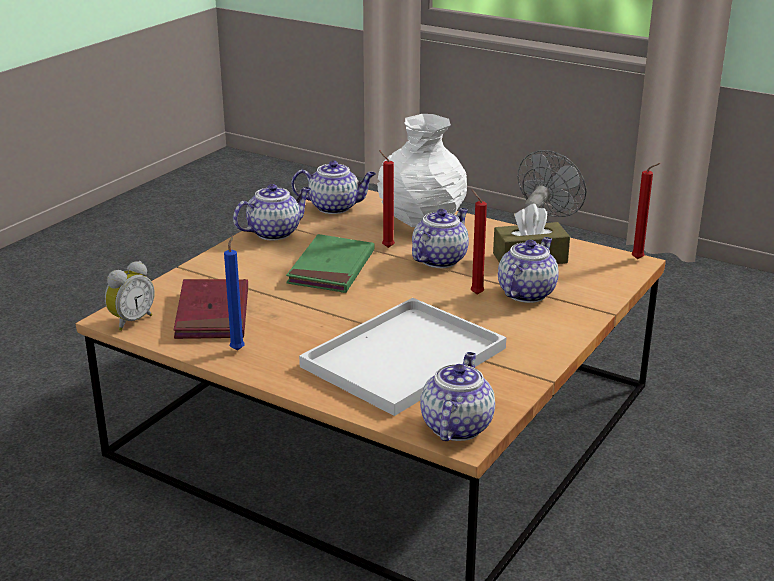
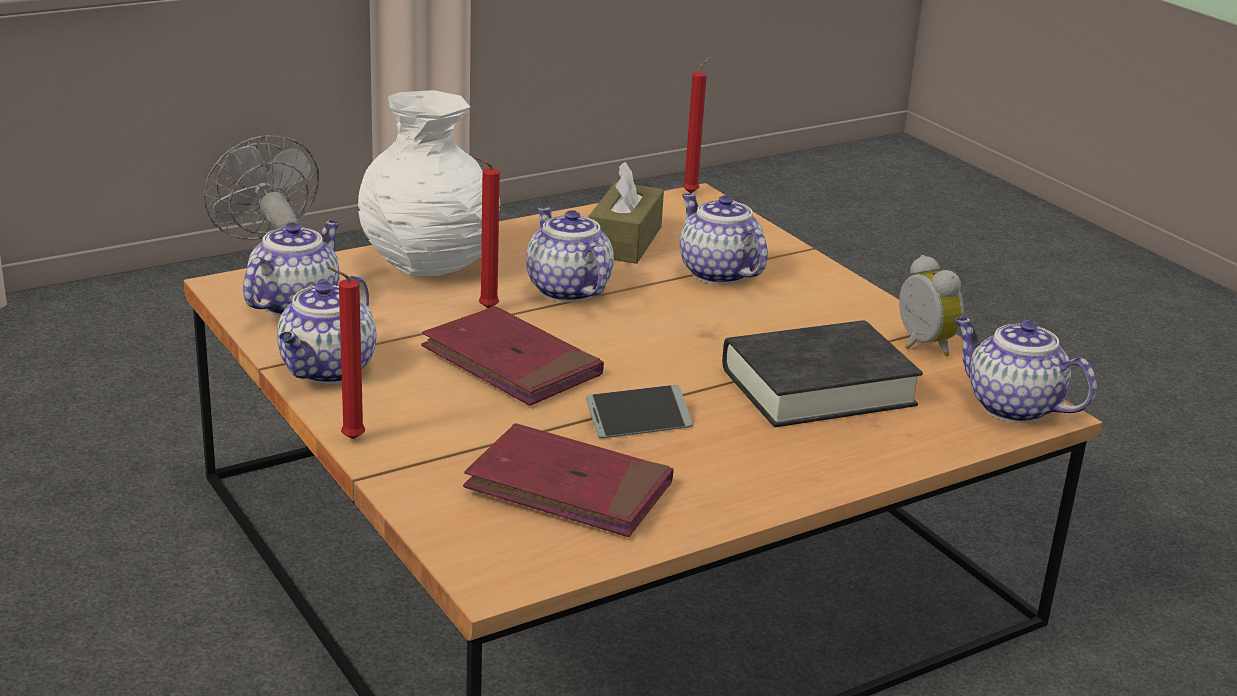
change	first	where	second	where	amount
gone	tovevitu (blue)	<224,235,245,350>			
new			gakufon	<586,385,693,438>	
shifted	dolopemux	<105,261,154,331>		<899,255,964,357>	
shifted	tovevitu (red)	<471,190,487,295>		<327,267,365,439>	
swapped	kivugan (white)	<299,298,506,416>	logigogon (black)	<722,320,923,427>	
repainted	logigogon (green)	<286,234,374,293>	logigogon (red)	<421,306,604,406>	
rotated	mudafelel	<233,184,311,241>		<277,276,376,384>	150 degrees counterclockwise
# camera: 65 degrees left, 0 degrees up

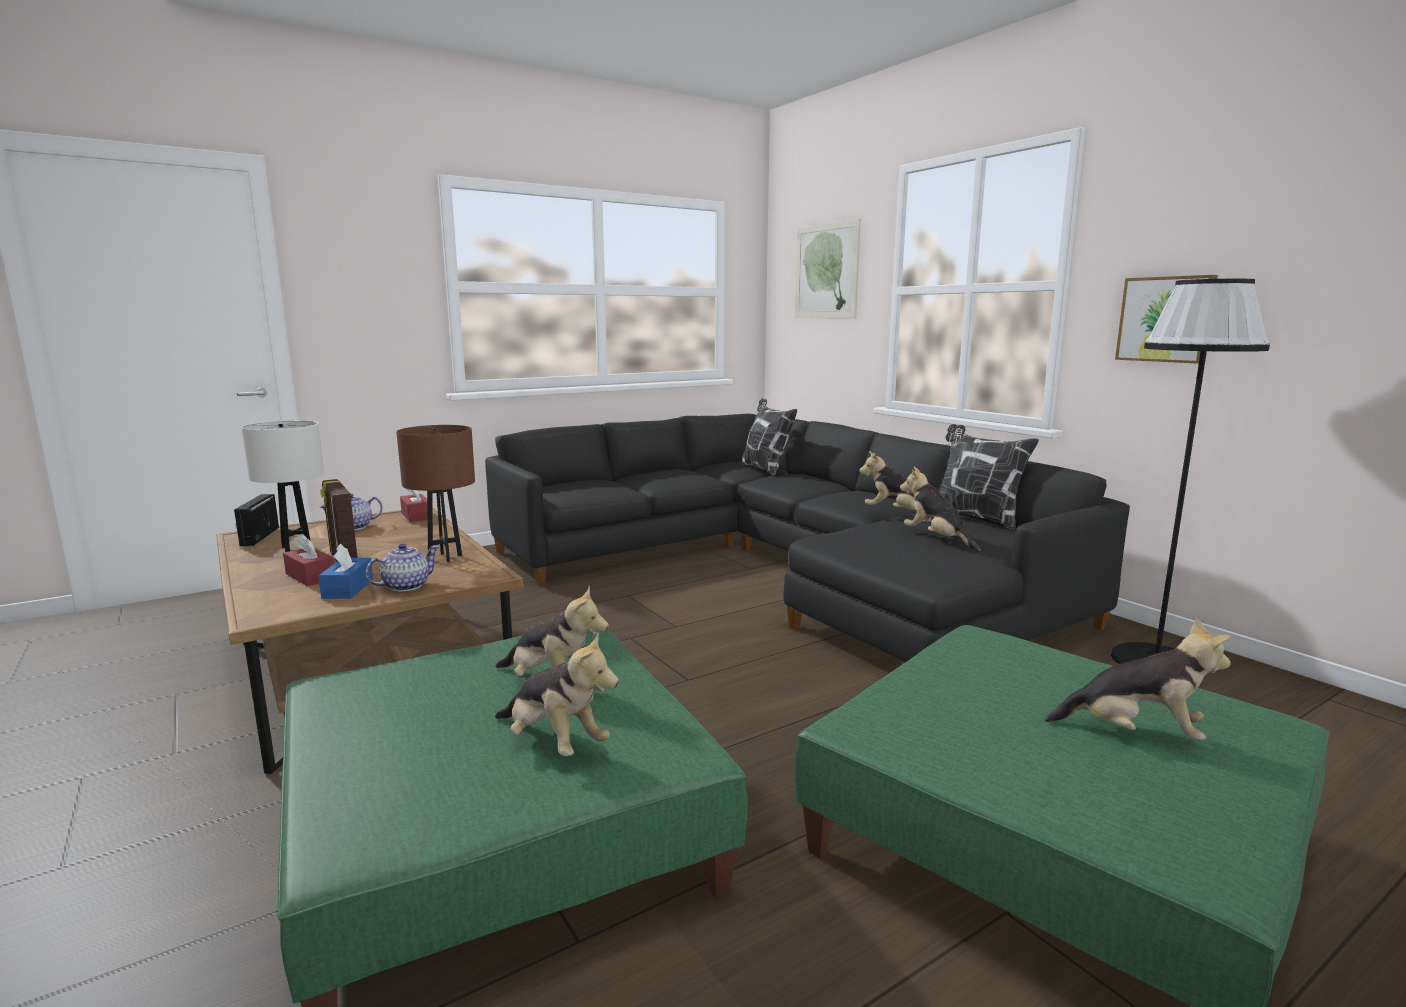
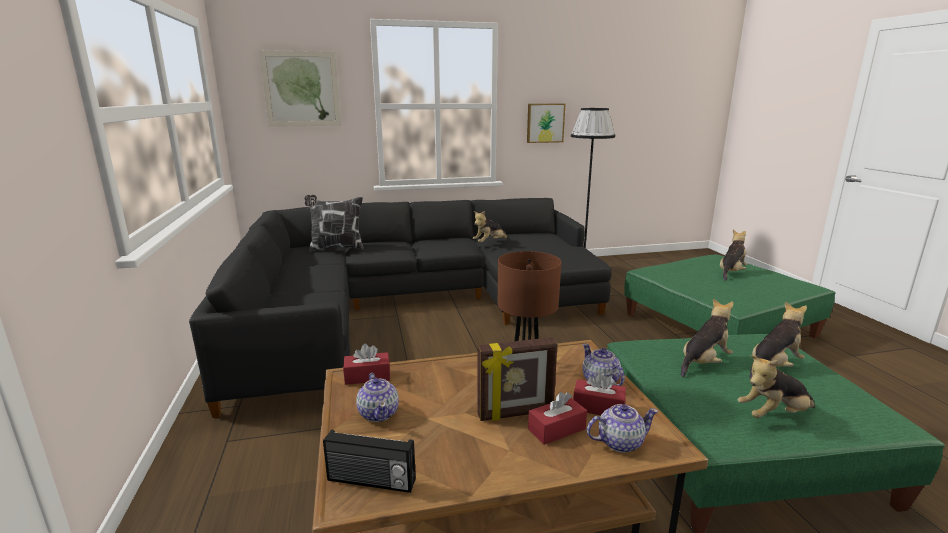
change	first	where	second	where	amount
gone	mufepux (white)	<241,420,324,552>			
gone	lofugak	<940,424,1039,530>			
new			mudafelel	<587,404,658,453>	
shifted	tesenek	<900,467,981,551>		<738,355,815,418>	
repainted	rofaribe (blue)	<318,544,373,599>	rofaribe (red)	<573,372,626,415>	
# camera: 70 degrees left, 5 degrees up

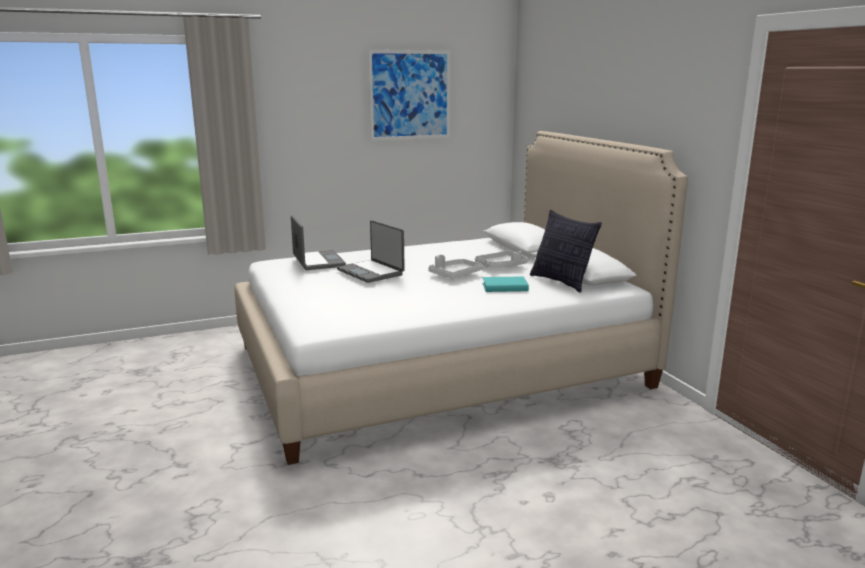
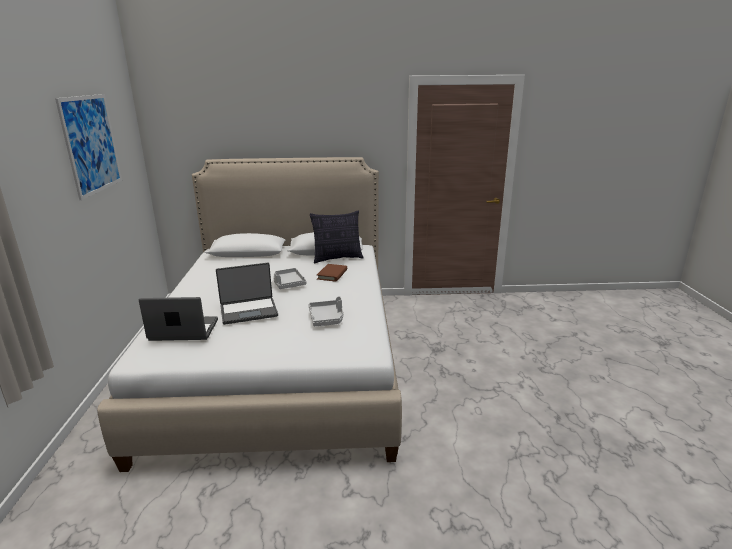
change	first	where	second	where	amount
shifted	kivugan (grey)	<475,251,528,268>		<308,296,343,326>	
repainted	logigogon (turquoise)	<482,276,529,292>	logigogon (brown)	<317,264,347,282>	
# camera: 70 degrees left, 5 degrees up

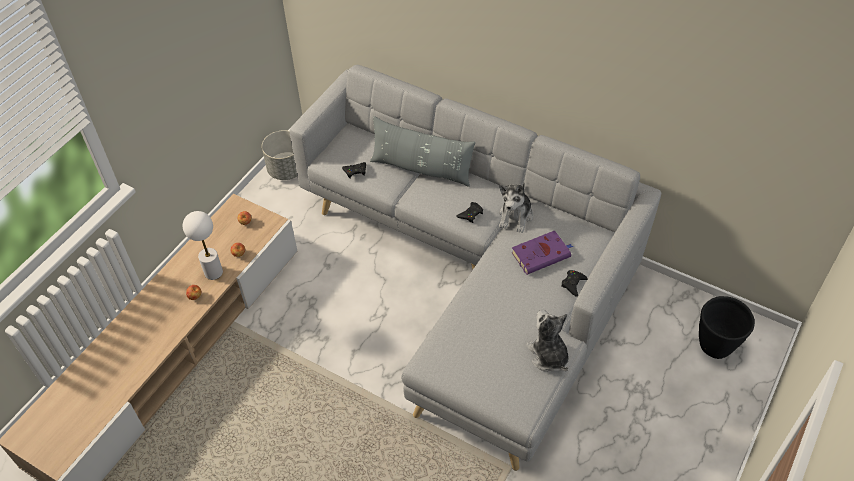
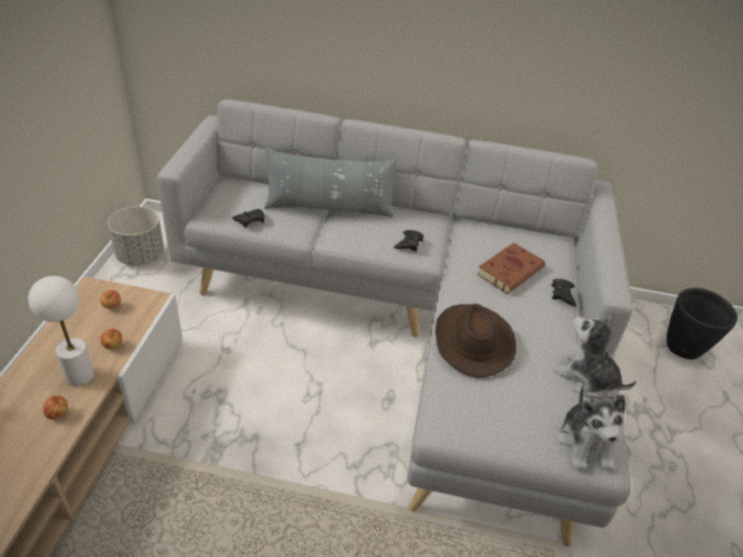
change	first	where	second	where	amount
new			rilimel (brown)	<435,304,516,378>	
shifted	tesenek	<499,183,533,233>		<558,385,625,471>	
repainted	logigogon (purple)	<511,230,573,275>	logigogon (brown)	<477,243,545,294>	
# camera: 25 degrees left, 10 degrees down

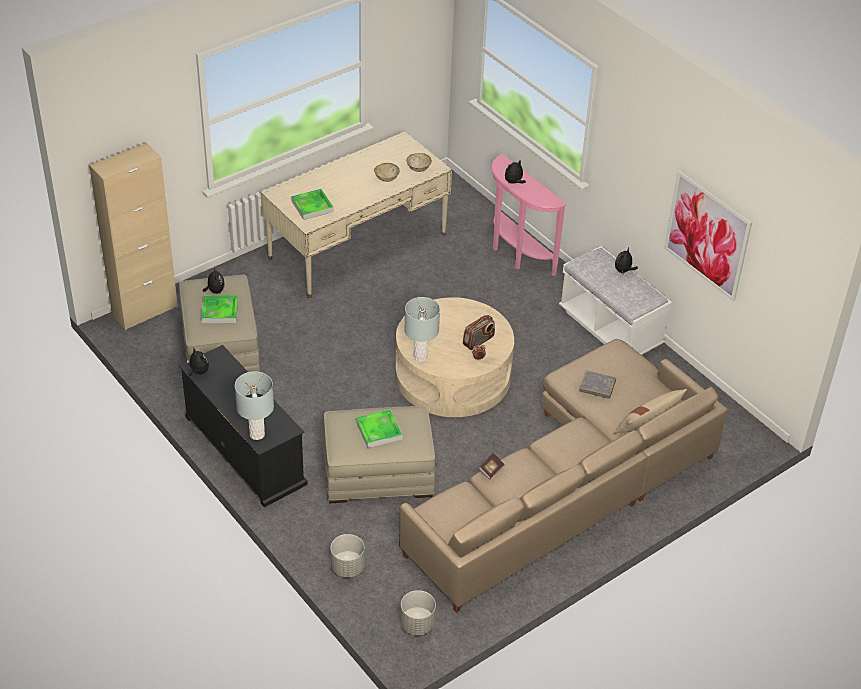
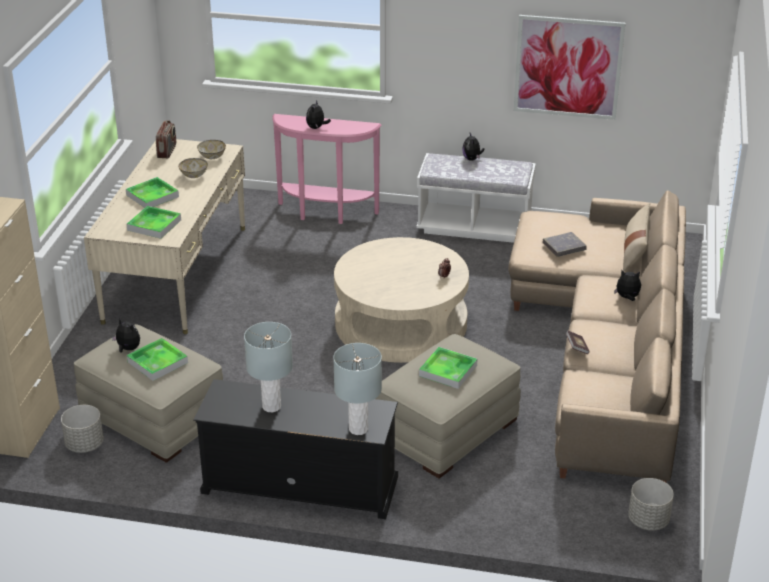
change	first	where	second	where	amount
new			kivugan	<126,177,179,208>	
shifted	tesenek	<187,348,209,376>		<614,270,641,301>	
shifted	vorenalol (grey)	<330,534,364,577>		<61,405,104,453>	
shifted	mufepux (grey)	<404,297,440,362>		<244,322,293,412>	
shifted	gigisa	<463,315,495,350>		<156,121,176,158>	
# camera: 40 degrees left, 10 degrees down

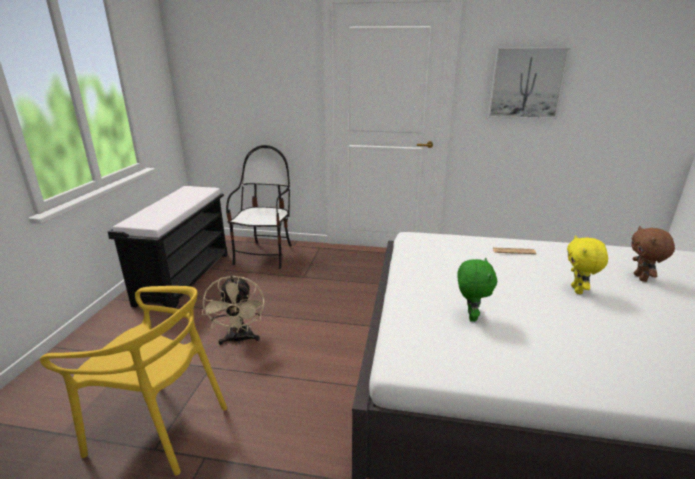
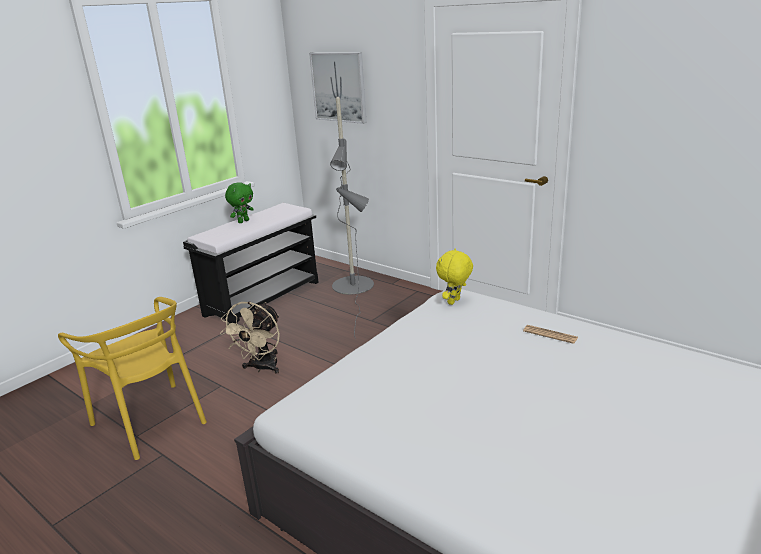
change	first	where	second	where	amount
gone	tesenek (brown)	<632,226,675,282>			
shifted	tesenek (green)	<457,258,497,322>		<225,182,254,223>	
shifted	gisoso	<488,48,570,120>		<309,53,366,124>	
shifted	tesenek (yellow)	<567,235,608,294>		<436,248,473,305>	
swapped	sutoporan	<226,145,292,269>	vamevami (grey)	<330,97,374,339>	
# camera: 30 degrees right, 0 degrees up

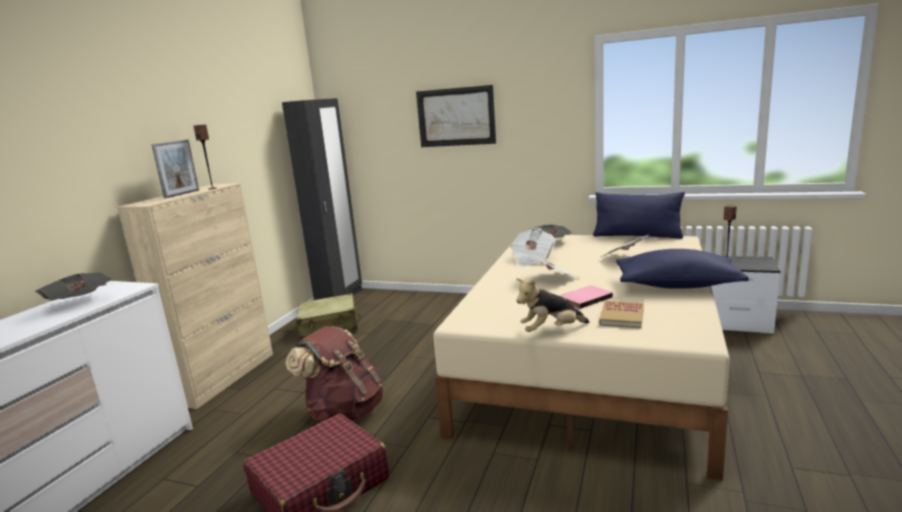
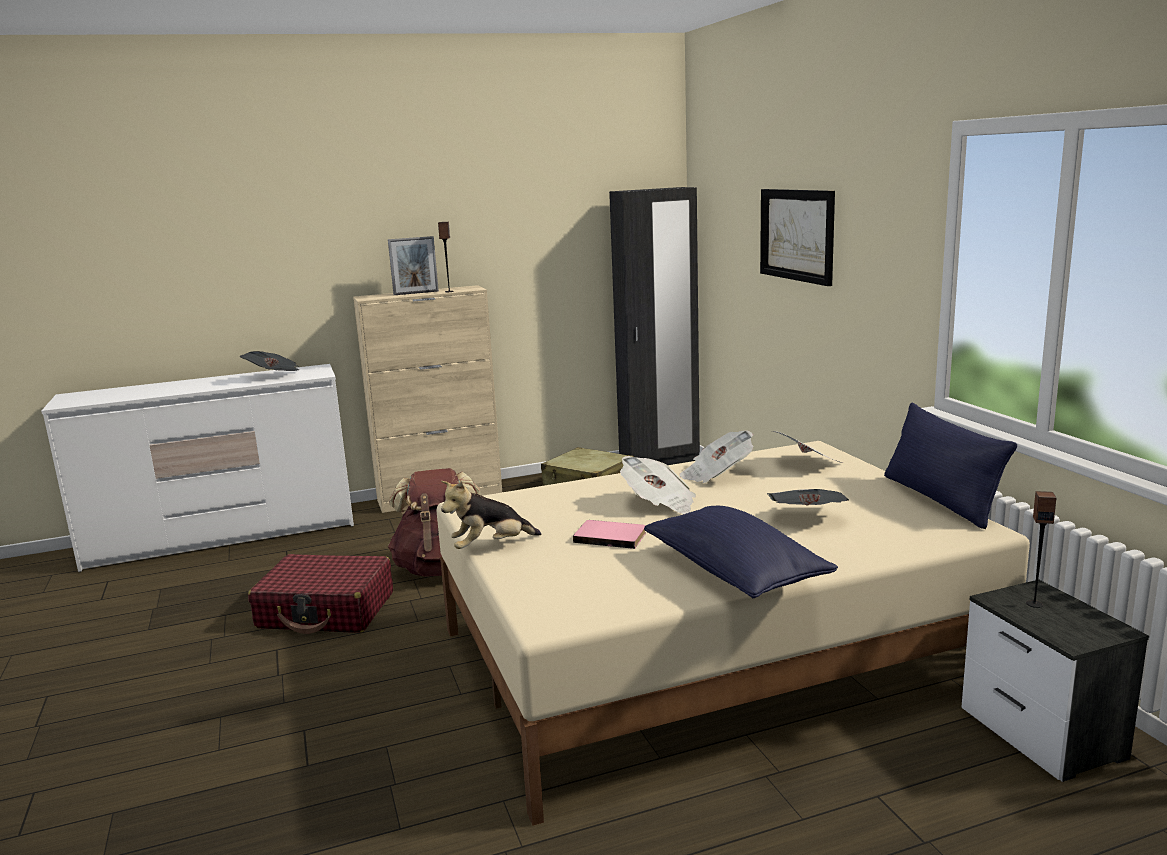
change	first	where	second	where	amount
gone	logigogon	<599,300,644,328>			
rotated	tesenek	<516,278,589,332>		<441,481,541,549>	60 degrees counterclockwise
# camera: 50 degrees right, 0 degrees up

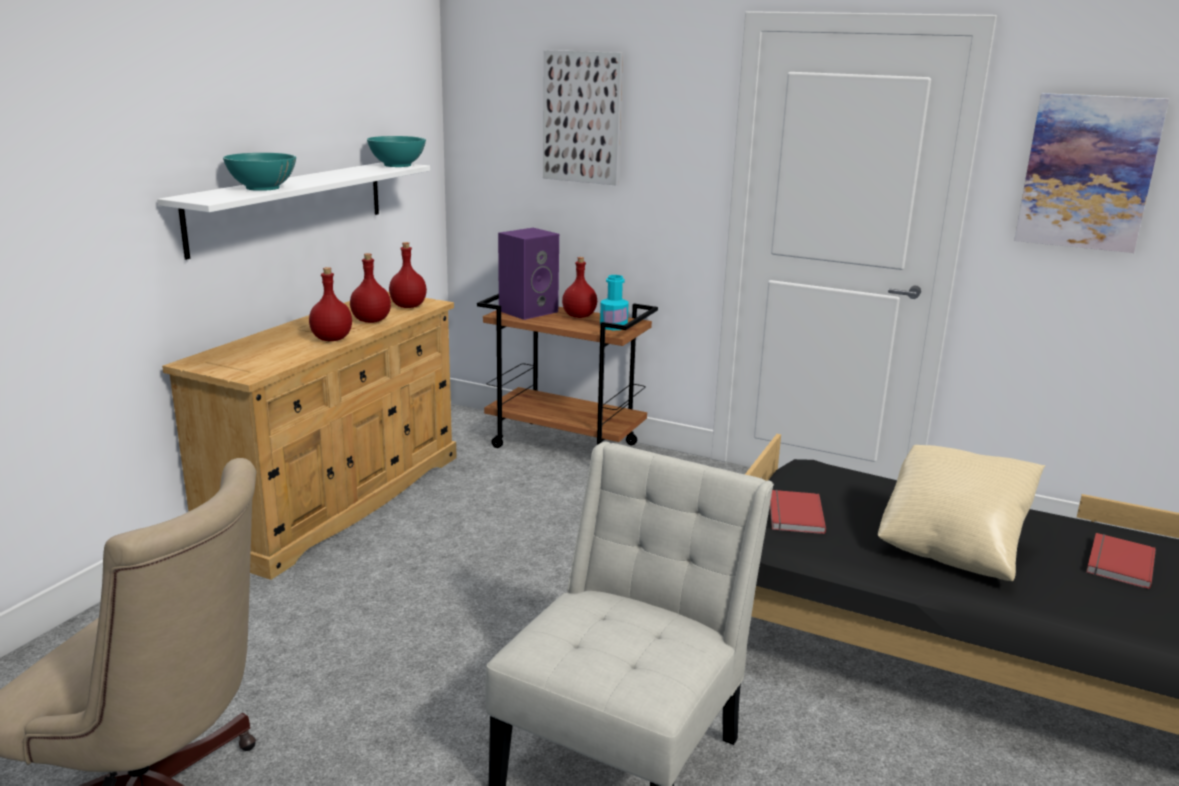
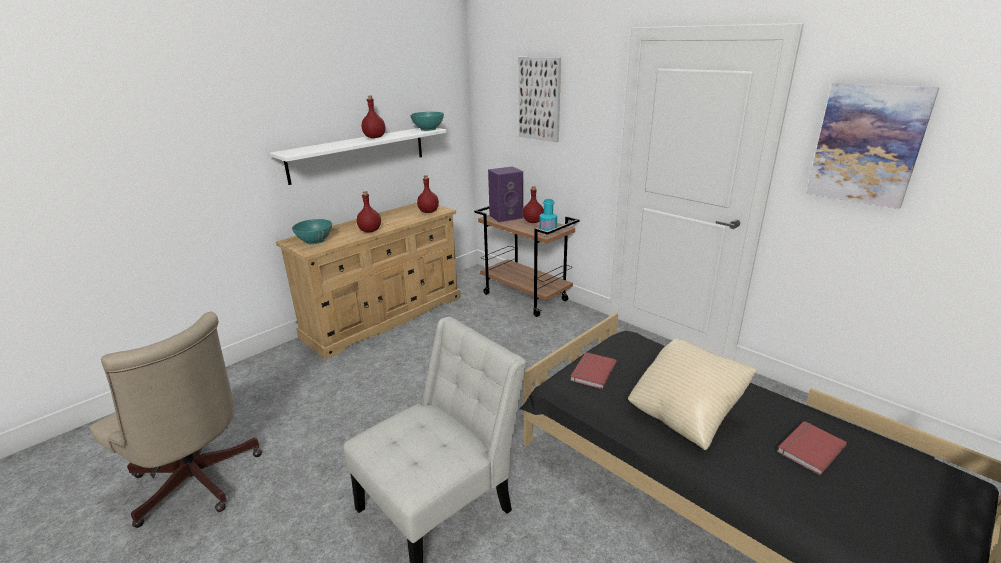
change	first	where	second	where	amount
shifted	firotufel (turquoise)	<223,153,296,191>		<292,219,332,244>	
shifted	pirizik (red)	<350,253,391,323>		<362,95,385,138>	
# camera: 20 degrees right, 5 degrees up

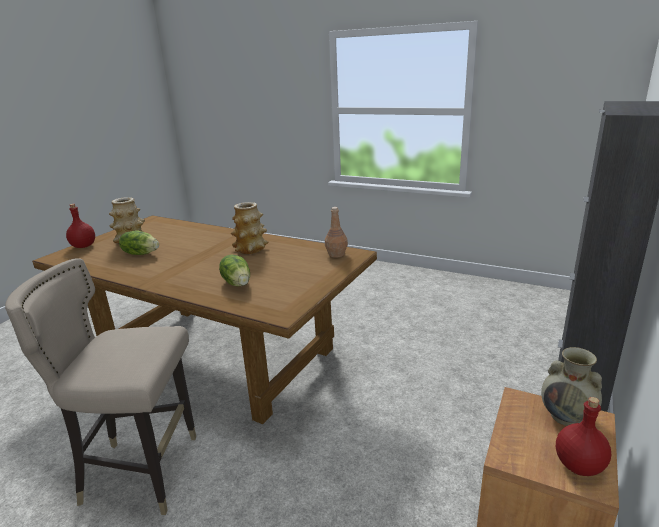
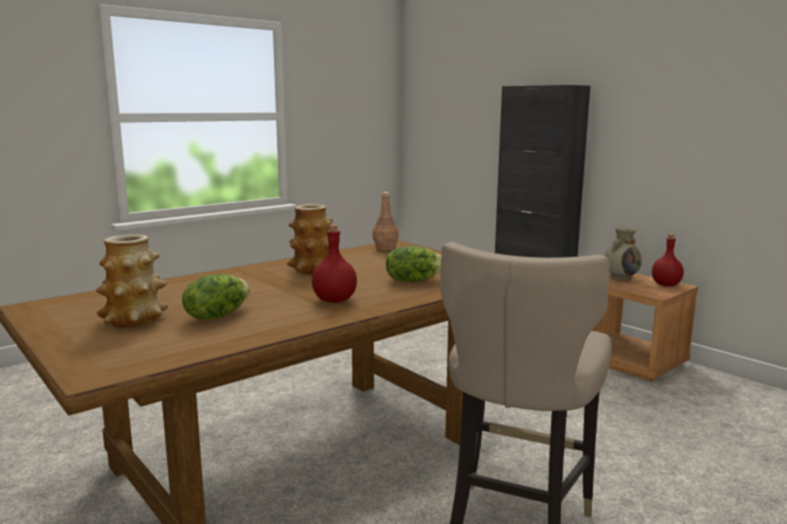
change	first	where	second	where	amount
shifted	pirizik (red)	<66,204,95,248>		<312,225,357,303>	
# camera: 70 degrees left, 10 degrees down

